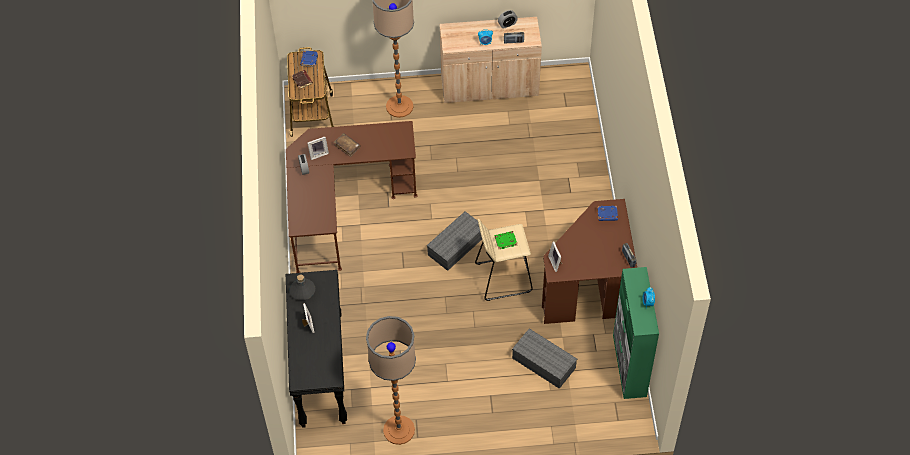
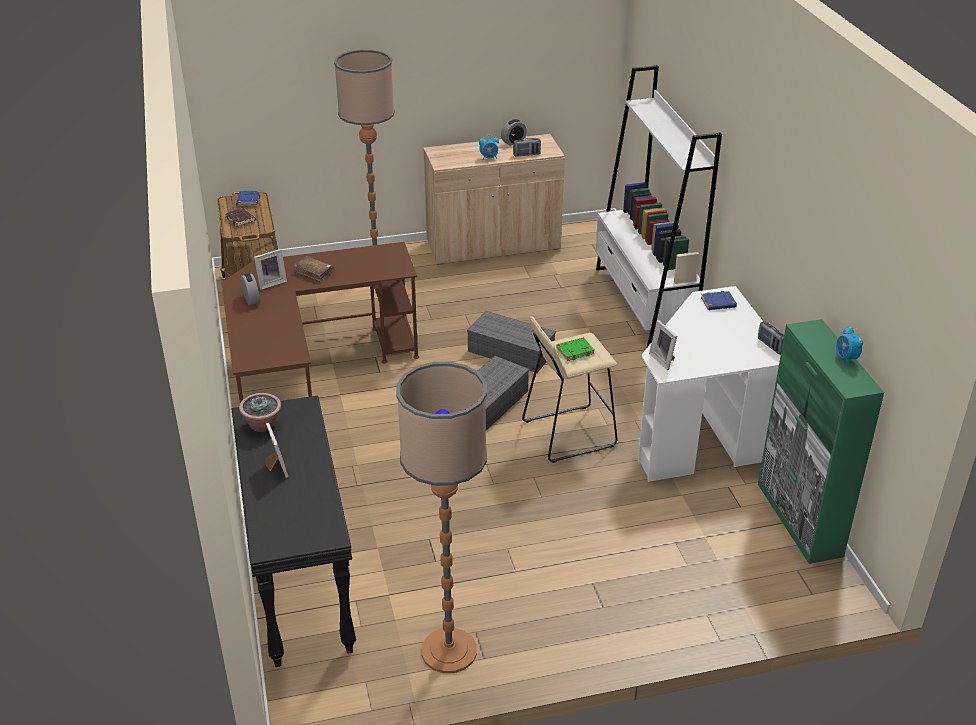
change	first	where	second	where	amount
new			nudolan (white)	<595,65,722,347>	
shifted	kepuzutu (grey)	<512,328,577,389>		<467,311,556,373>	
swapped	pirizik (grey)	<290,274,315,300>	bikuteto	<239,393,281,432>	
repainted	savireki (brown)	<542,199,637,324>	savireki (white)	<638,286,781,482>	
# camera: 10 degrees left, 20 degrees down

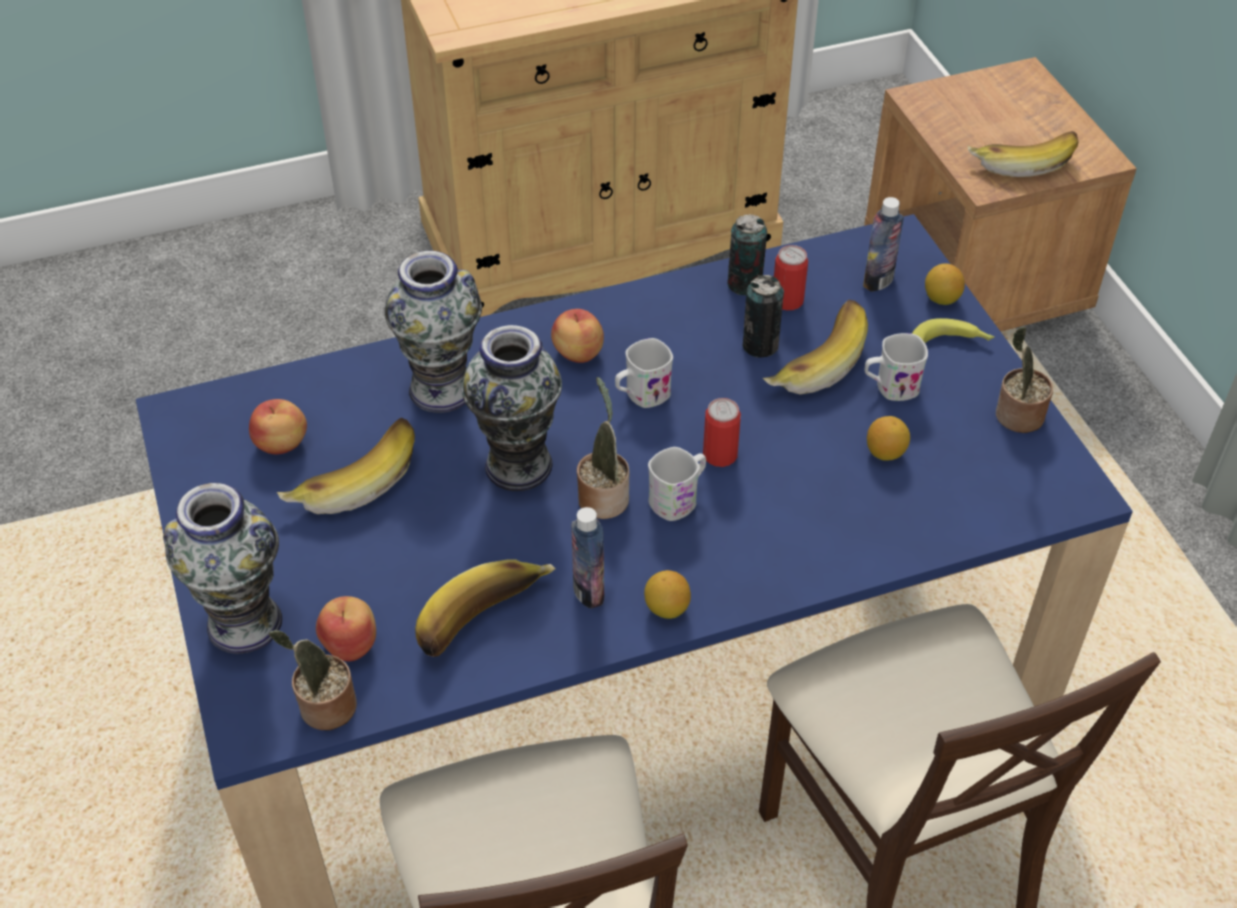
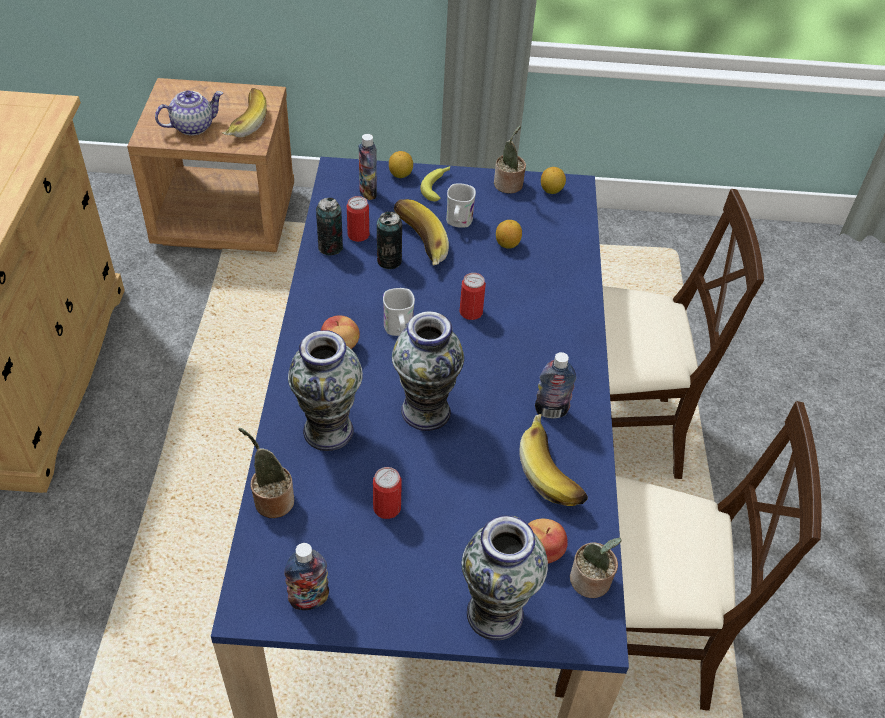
change	first	where	second	where	amount
gone	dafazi	<249,399,307,454>			
gone	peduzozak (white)	<648,447,706,521>			
new			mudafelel	<155,90,223,136>	
new			pirizik	<284,543,329,610>	
shifted	bikuteto	<577,377,629,519>		<238,428,294,518>	
shifted	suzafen	<644,570,691,619>		<541,167,566,194>	
swapped	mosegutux	<277,418,415,514>	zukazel	<373,467,402,519>	
# camera: 70 degrees left, 0 degrees up

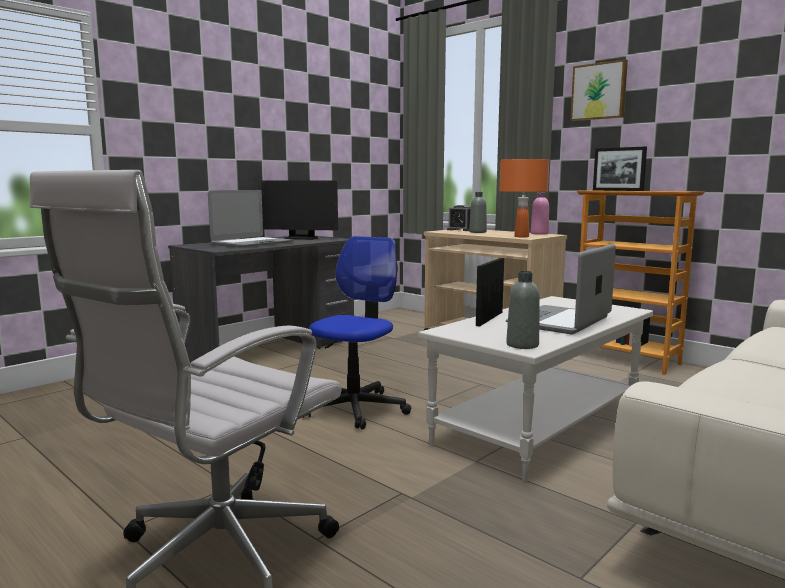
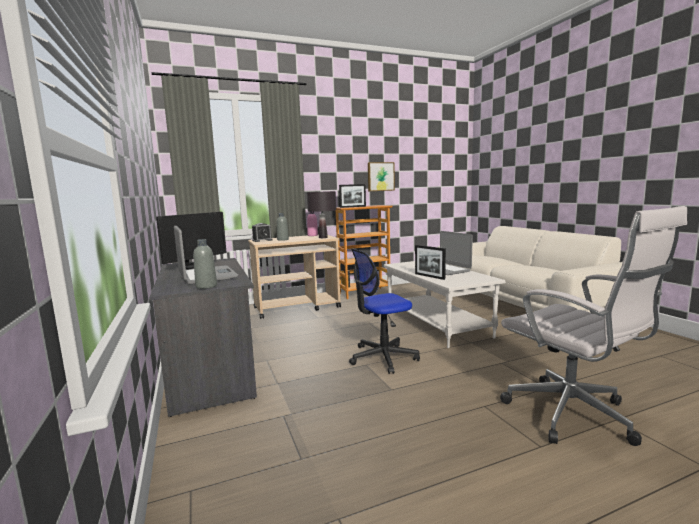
change	first	where	second	where	amount
shifted	pirizik (grey)	<506,271,540,349>		<193,239,217,289>	
shifted	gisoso	<570,59,628,121>		<368,162,395,191>	
repainted	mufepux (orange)	<500,159,549,237>	mufepux (black)	<307,191,336,238>	
rotated	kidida	<303,236,411,430>		<349,248,420,374>	75 degrees counterclockwise
# camera: 65 degrees left, 0 degrees up

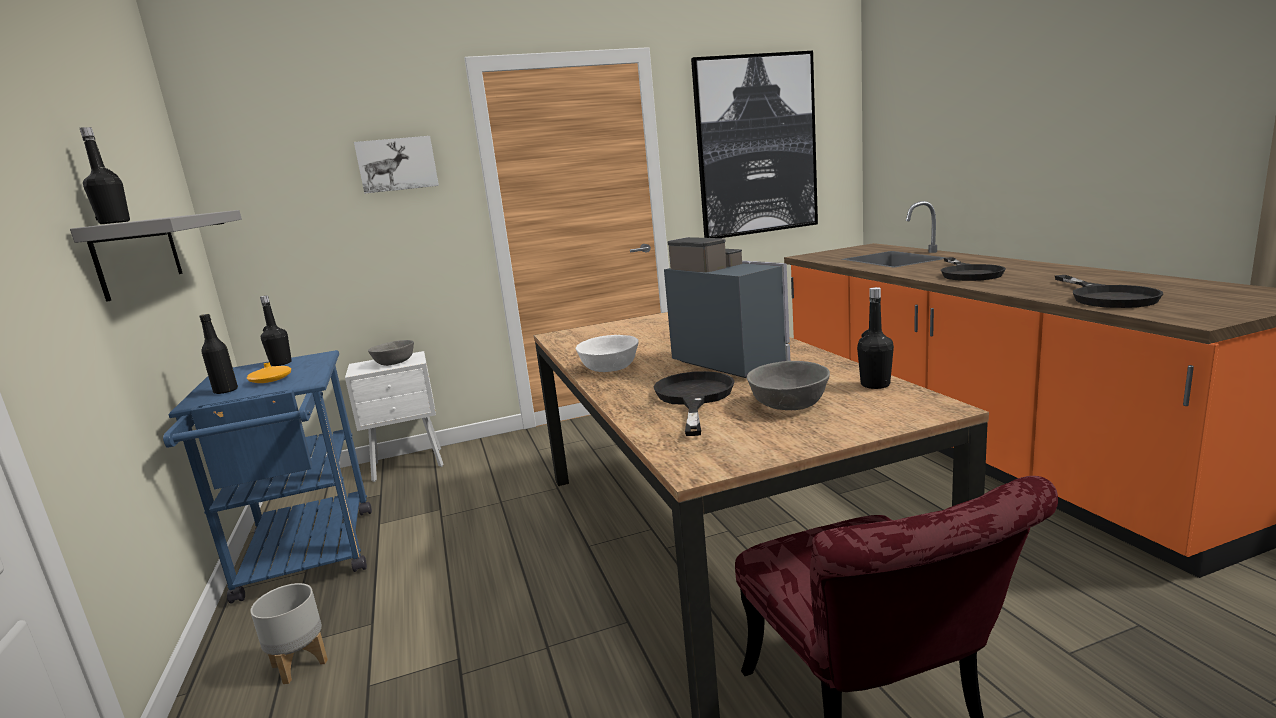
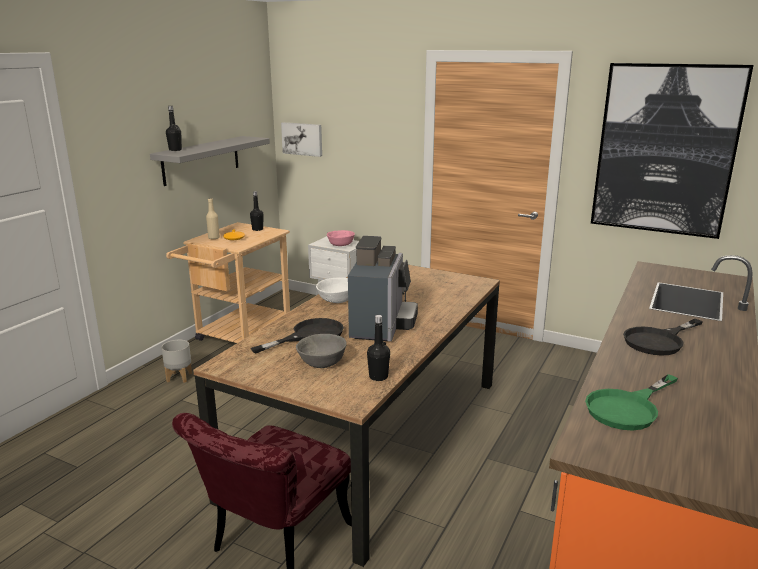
change	first	where	second	where	amount
shifted	gisoso	<354,136,439,194>		<281,122,322,157>	
repainted	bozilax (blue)	<163,350,372,604>	bozilax (beige)	<166,222,290,343>	
repainted	pirizik (black)	<199,314,238,394>	pirizik (beige)	<206,198,220,240>	
repainted	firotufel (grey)	<368,340,414,366>	firotufel (pink)	<327,230,355,246>	
repainted	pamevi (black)	<1055,275,1164,308>	pamevi (green)	<585,374,678,430>	
# camera: 45 degrees right, 5 degrees up

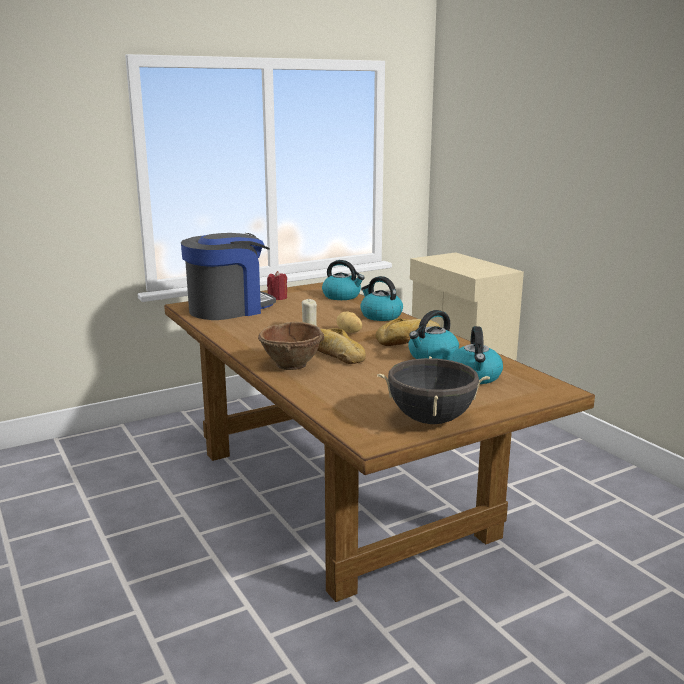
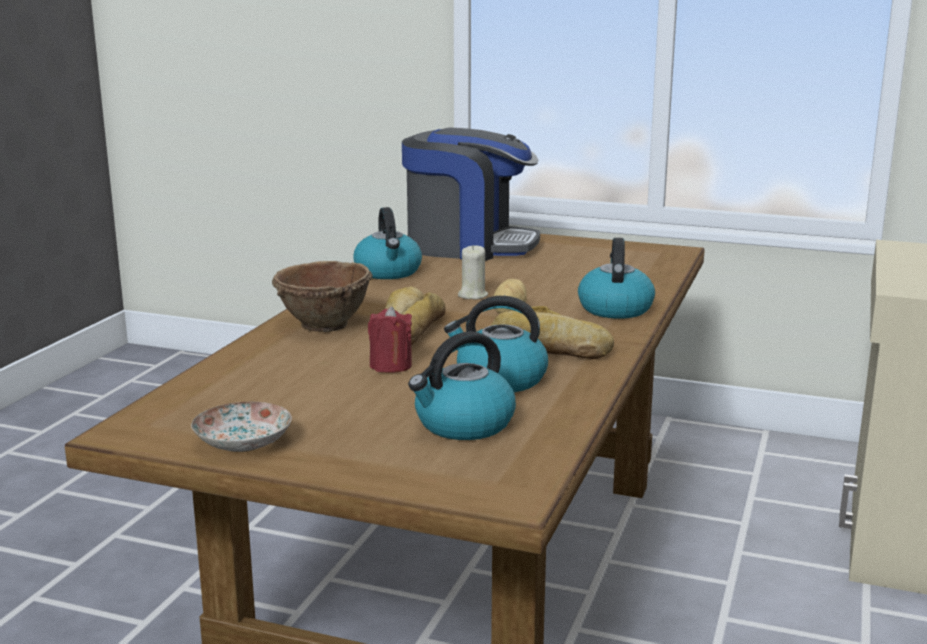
change	first	where	second	where	amount
shifted	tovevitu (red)	<267,271,287,300>		<368,306,412,373>	
shifted	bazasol	<322,260,365,300>		<353,207,422,279>	
swapped	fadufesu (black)	<377,356,490,424>	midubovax	<191,402,292,452>	
# camera: 50 degrees right, 0 degrees up

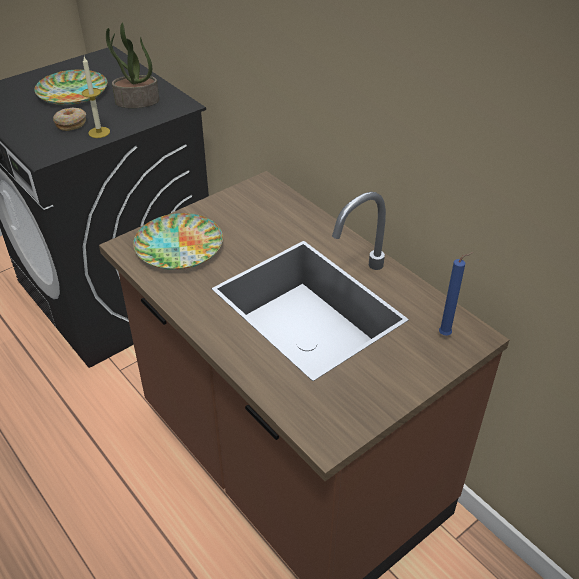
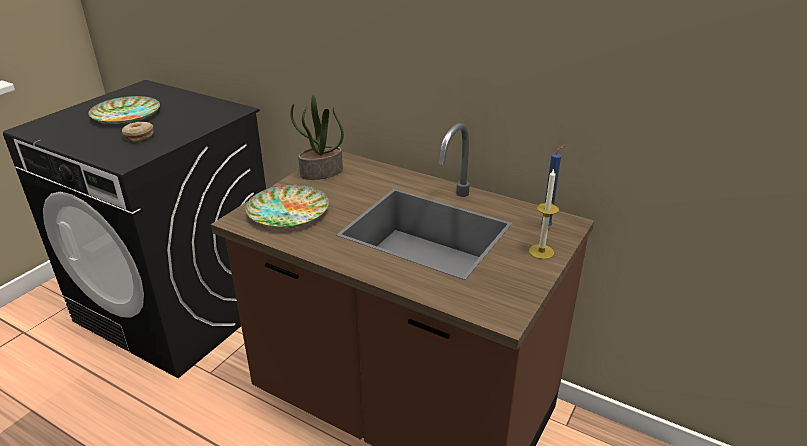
change	first	where	second	where	amount
shifted	tovevitu	<82,57,110,138>		<529,168,559,259>	
shifted	bikuteto	<106,22,159,108>		<290,95,344,180>	
# camera: 20 degrees left, 10 degrees down

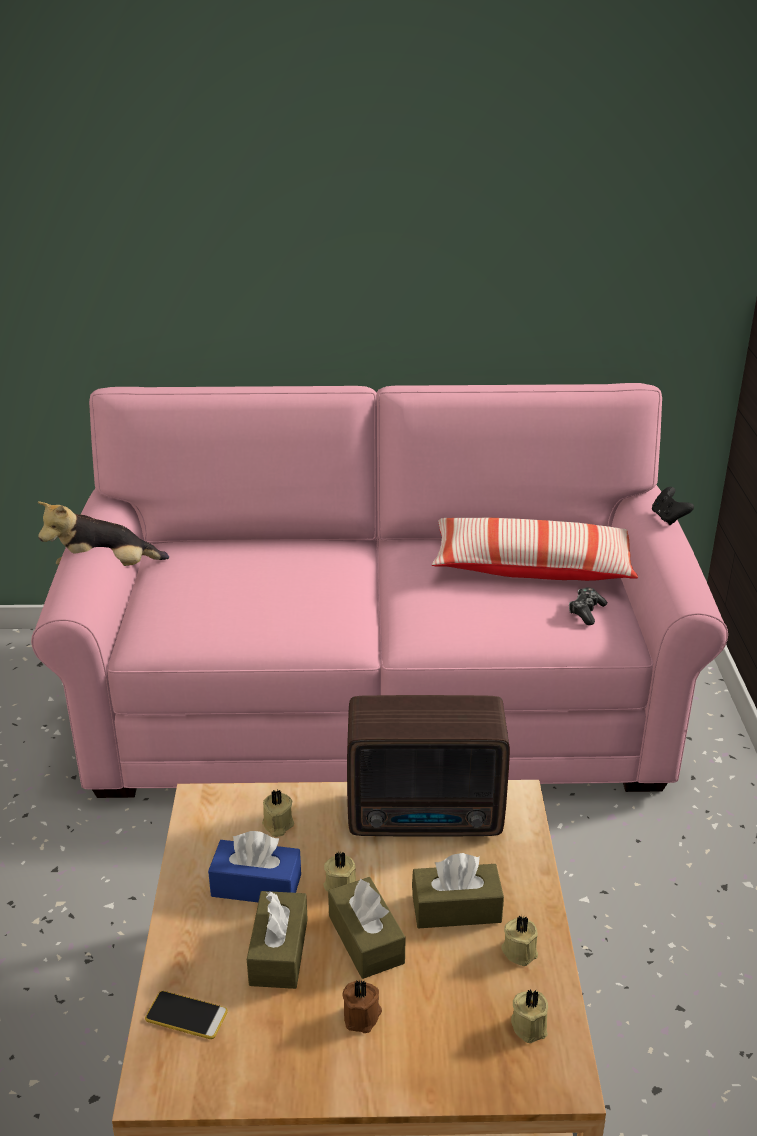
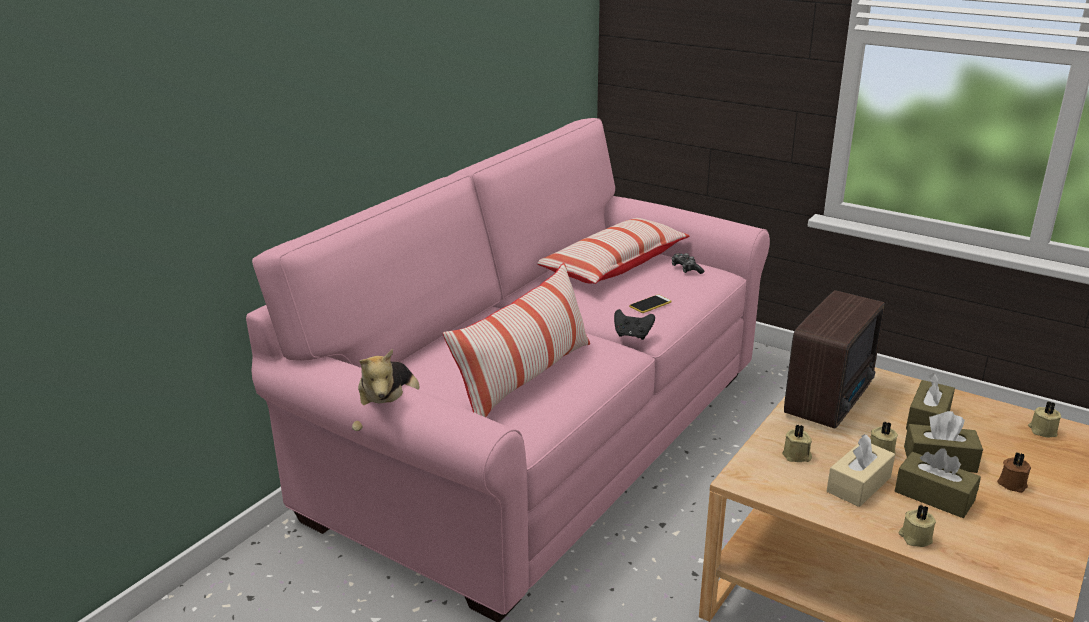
change	first	where	second	where	amount
new			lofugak	<443,263,590,417>	
shifted	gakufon	<145,991,228,1039>		<629,295,672,313>	
shifted	tovevitu (beige)	<501,915,538,966>		<898,505,936,547>	
shifted	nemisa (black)	<652,487,694,525>		<614,309,655,340>	
repainted	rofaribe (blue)	<208,831,301,902>	rofaribe (beige)	<827,434,895,507>	
# camera: 55 degrees left, 5 degrees down

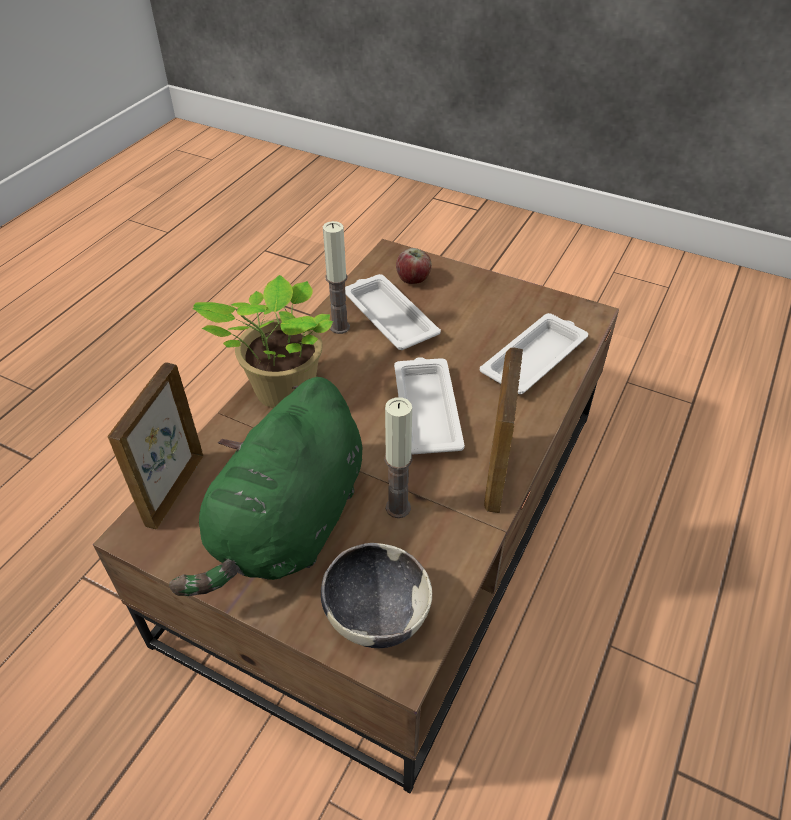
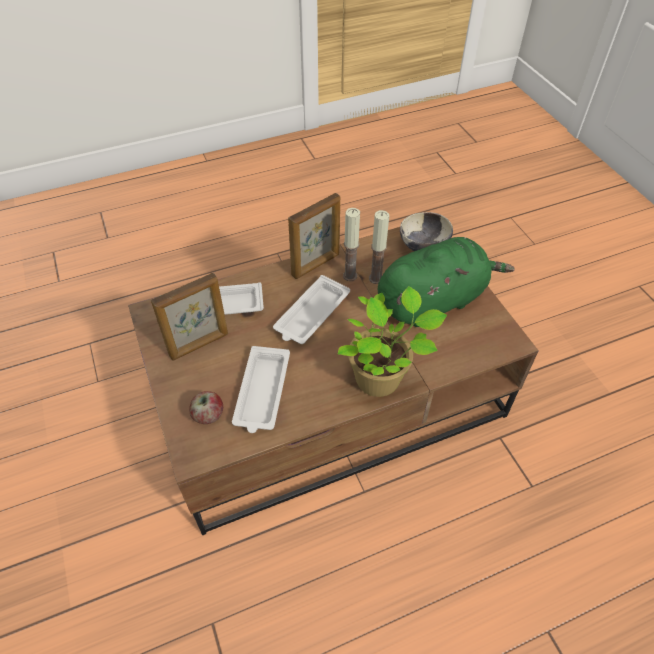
change	first	where	second	where	amount
shifted	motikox	<108,363,203,529>		<151,273,228,361>	
shifted	tovevitu	<323,221,350,334>		<343,208,360,281>	
# camera: 140 degrees left, 5 degrees up

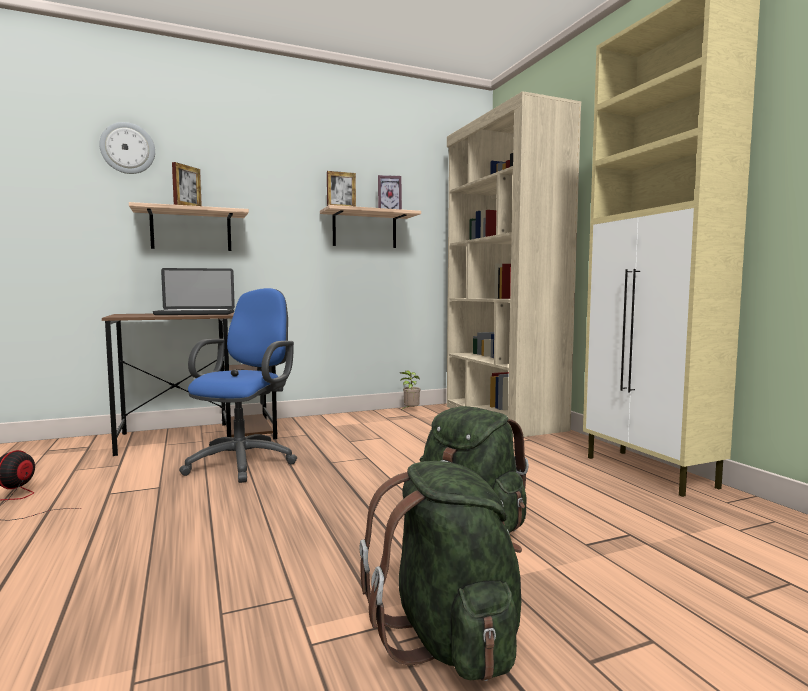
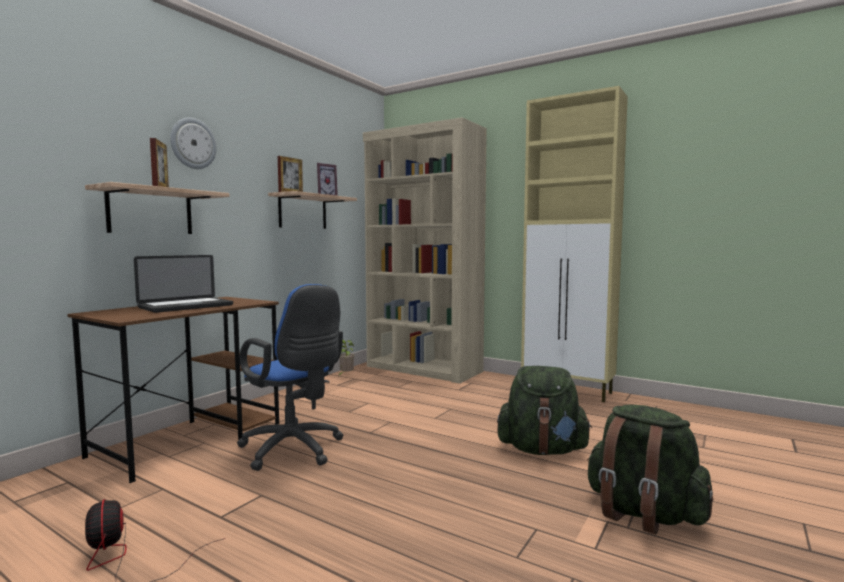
change	first	where	second	where	amount
shifted	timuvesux	<99,122,155,174>		<170,118,217,169>	
rotated	kidida (blue)	<179,288,297,483>		<237,284,343,471>	150 degrees clockwise
# camera: 35 degrees left, 0 degrees up

